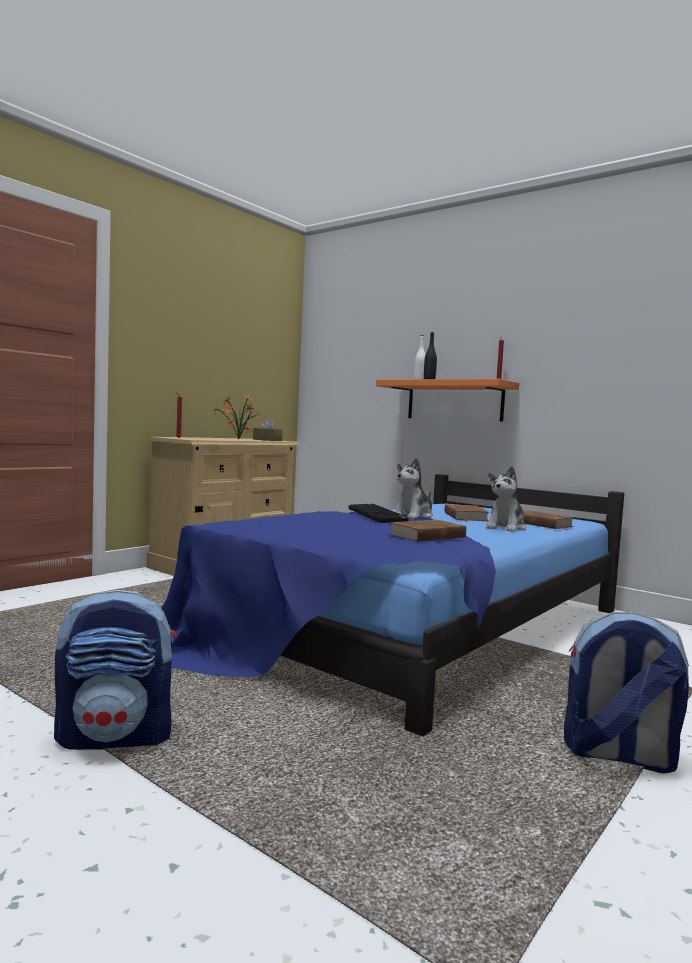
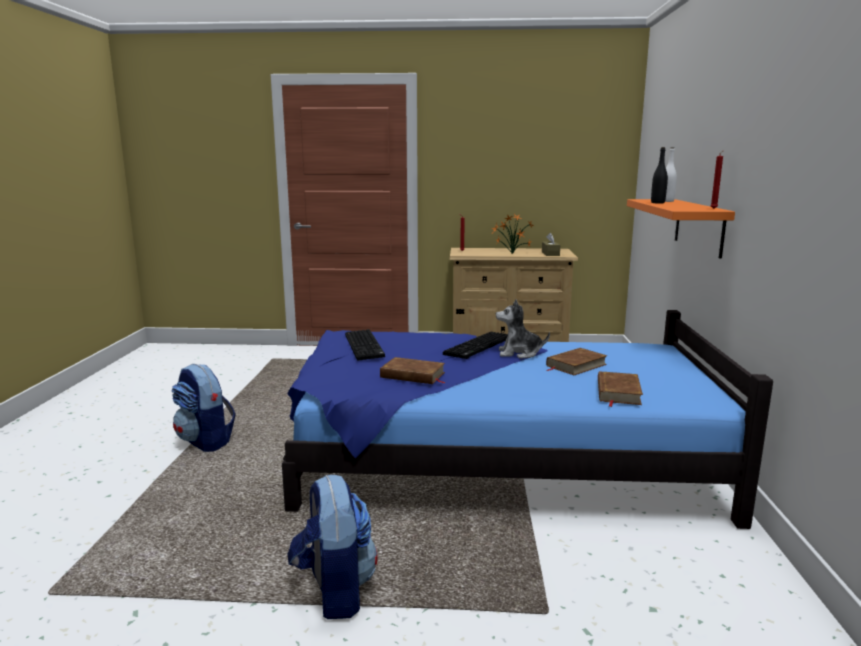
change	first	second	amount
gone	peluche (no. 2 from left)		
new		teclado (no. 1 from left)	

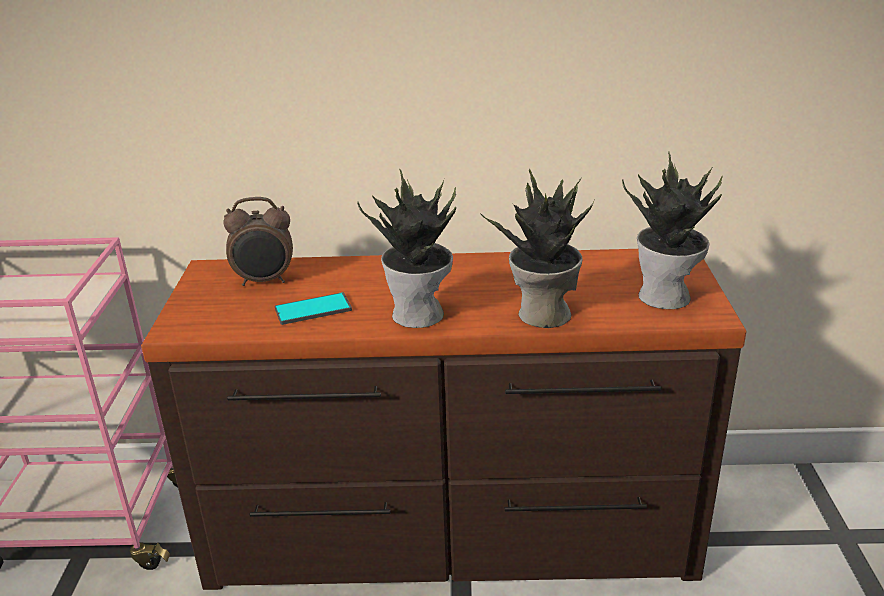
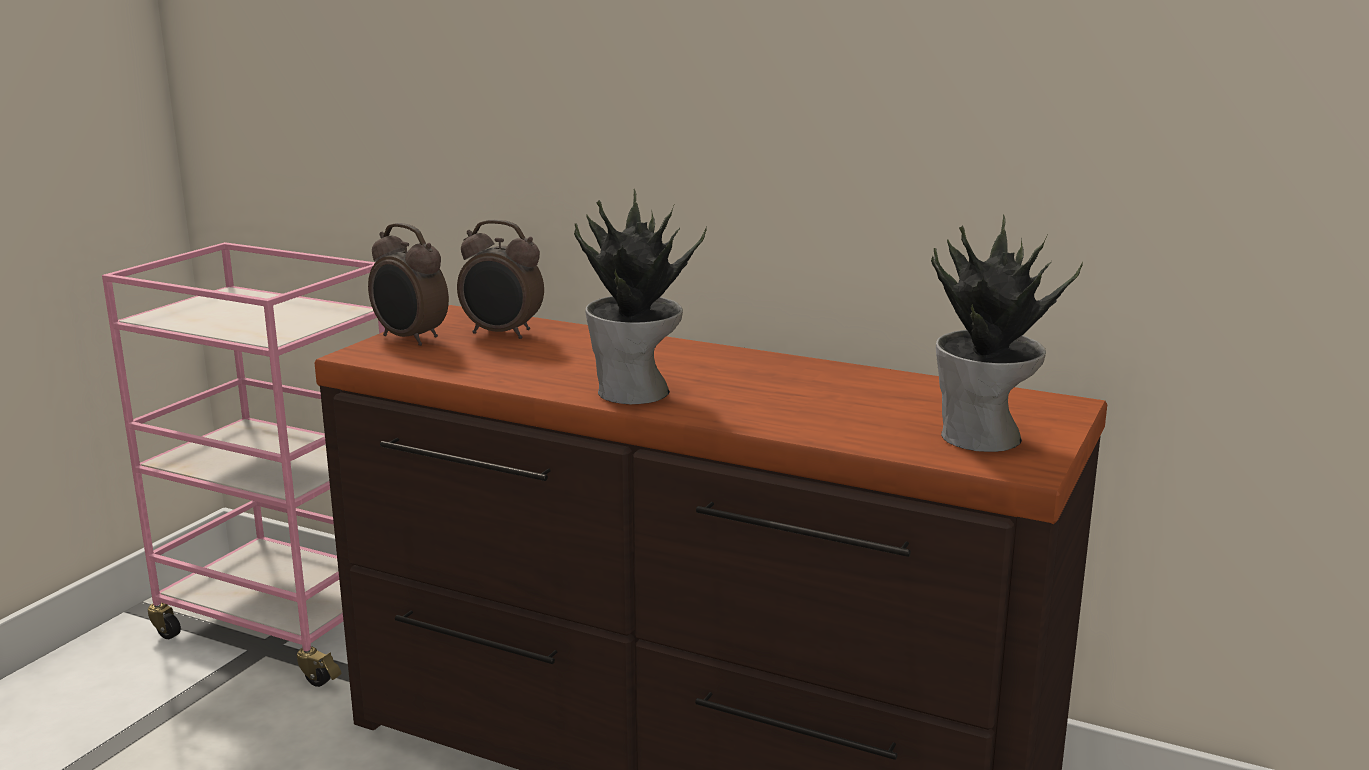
change	first	second	amount
gone	móvil		
gone	planta en maceta (no. 2 from left)		
new		despertador (no. 1 from left)	

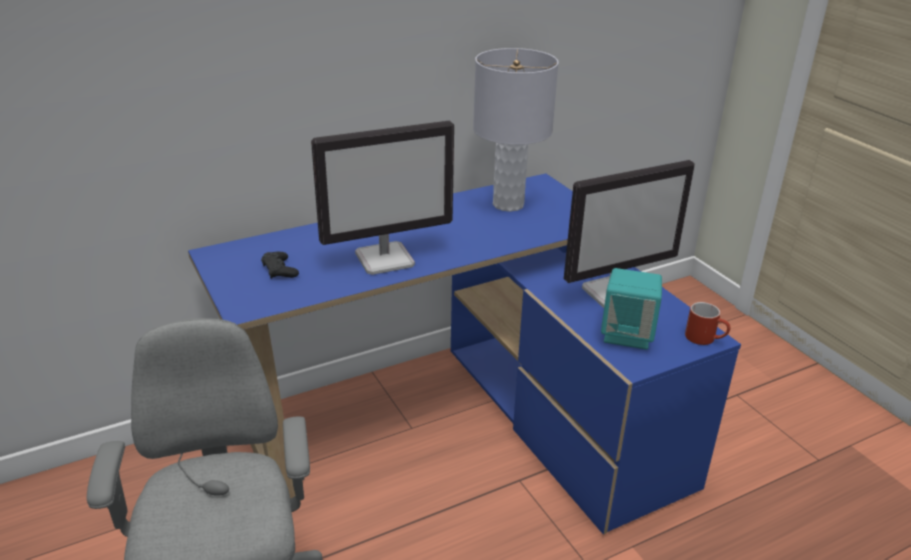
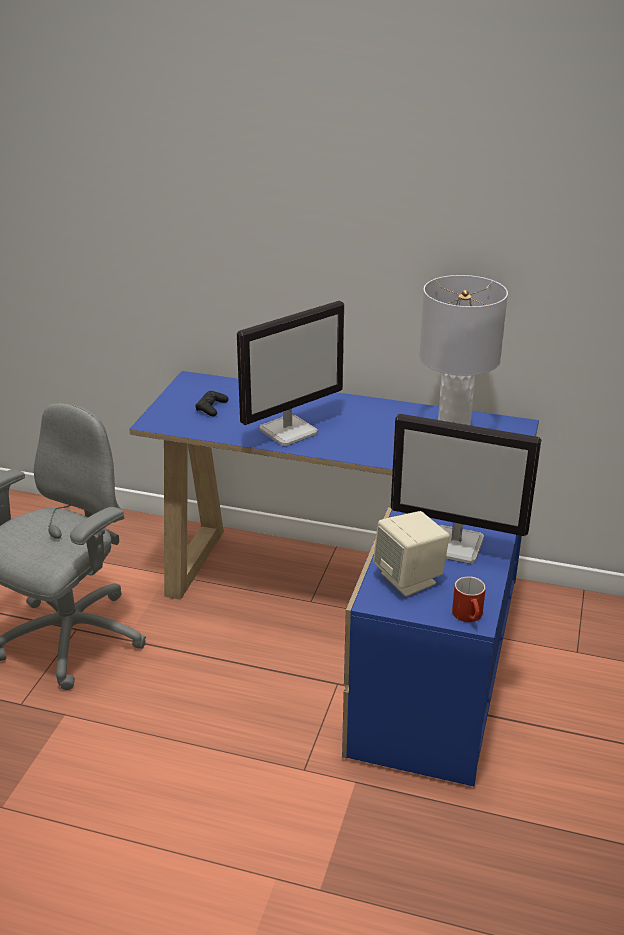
change	first	second	amount
rotated	monitor (no. 1 from left)		60 degrees counterclockwise
repainted	altavoz/turquesa	altavoz/beis	

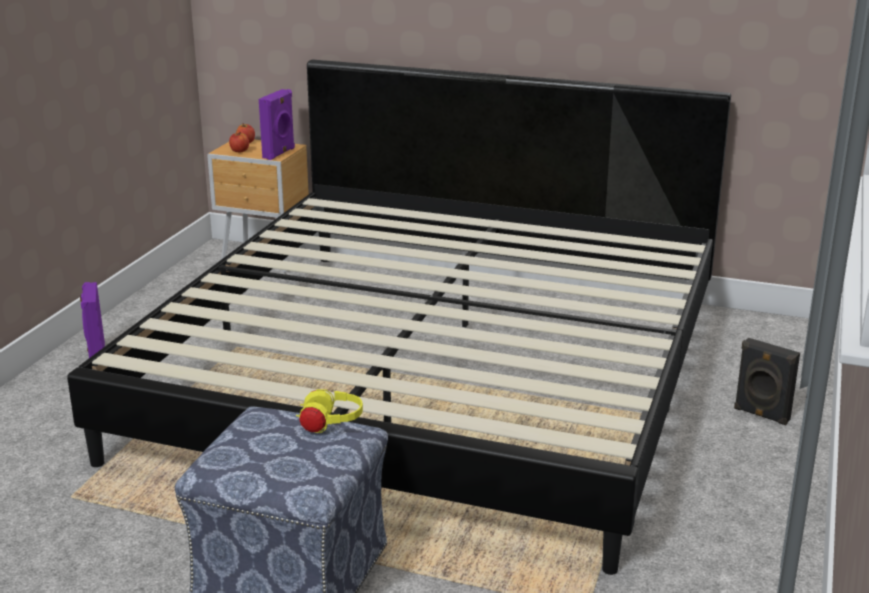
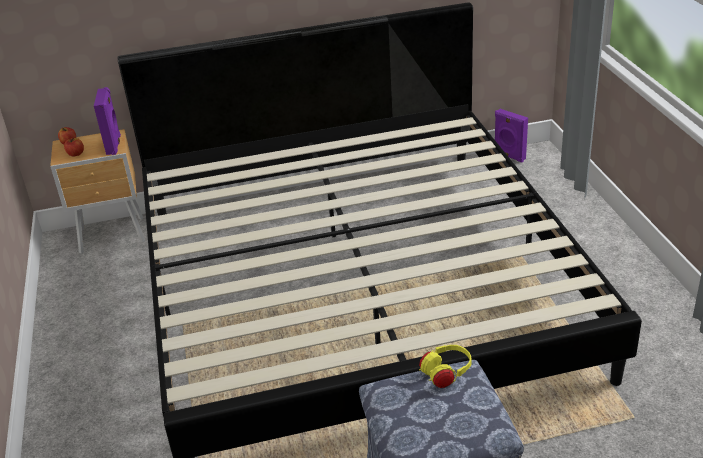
change	first	second	amount
shifted	altavoz/morado (no. 1 from left in the first image)	altavoz/morado (no. 2 from left)	
gone	altavoz/negro		

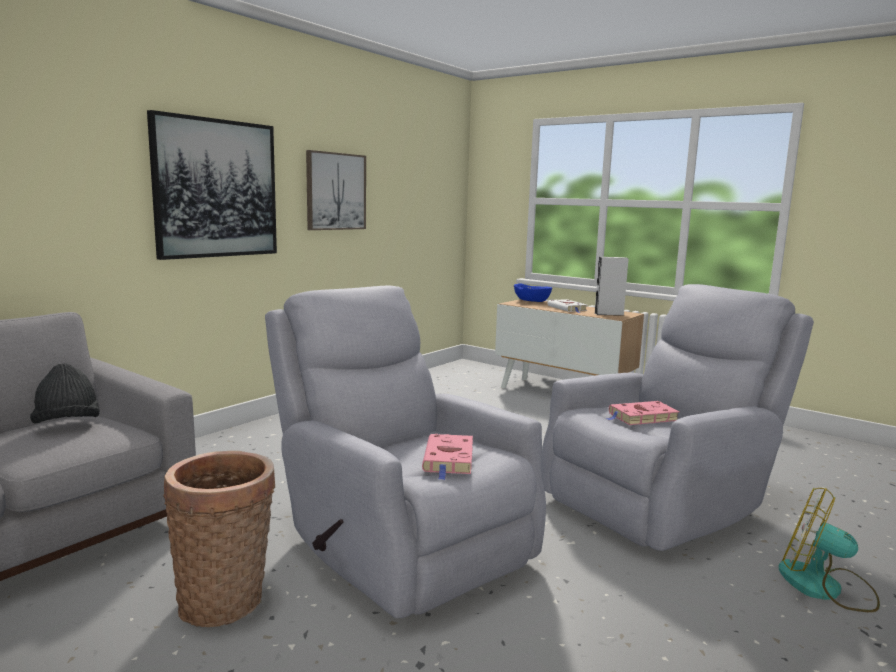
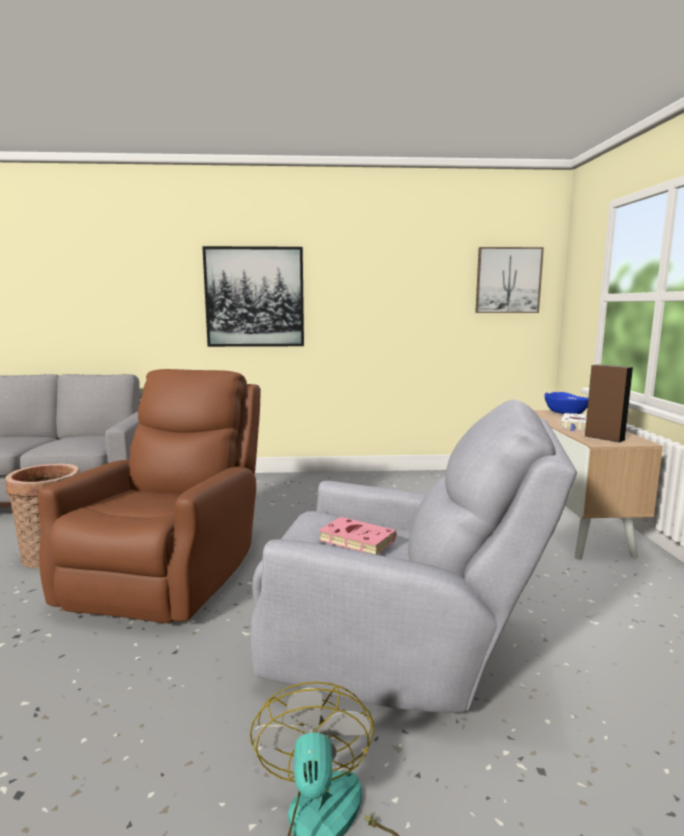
change	first	second	amount
gone	sombrero/negro		
repainted	sillón/gris (no. 1 from left)	sillón/marrón	
shifted	cuadro (no. 2 from left)		
gone	libro/rosa (no. 1 from left)		
repainted	altavoz/gris	altavoz/marrón	

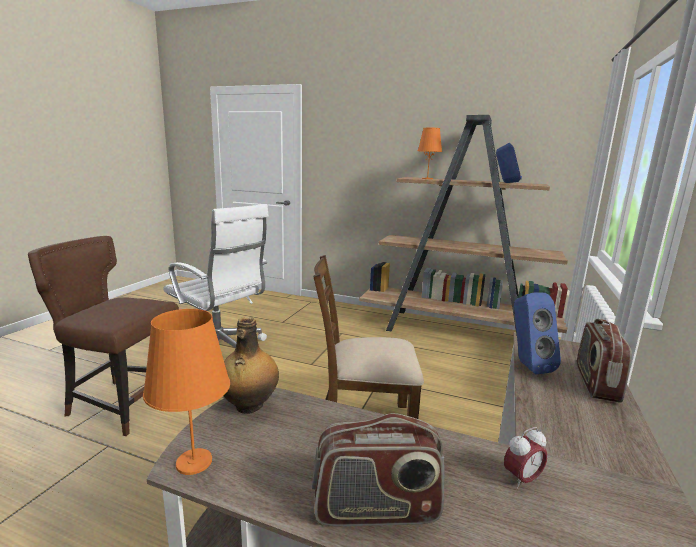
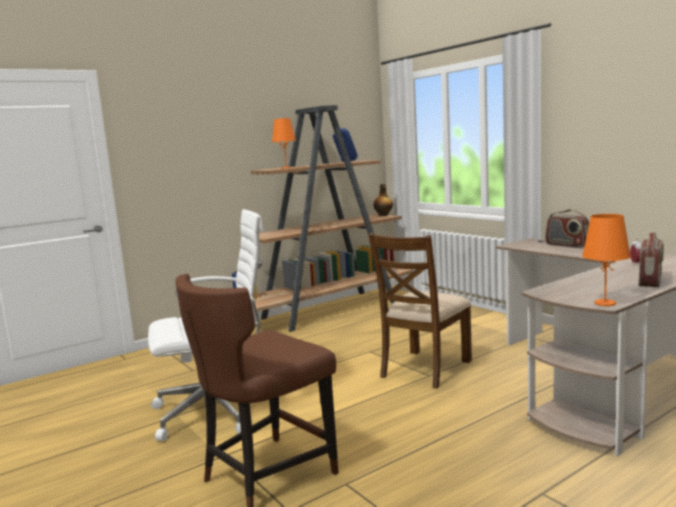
change	first	second	amount
shifted	botella		
gone	altavoz/azul (no. 2 from left)		

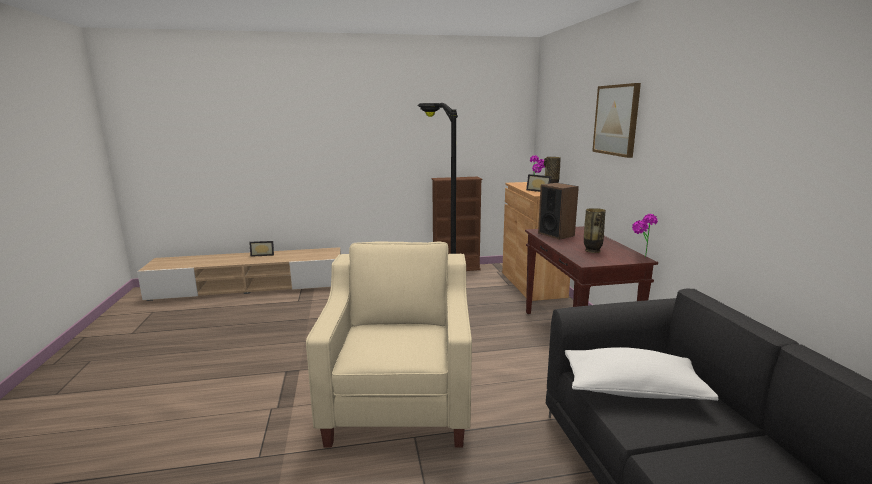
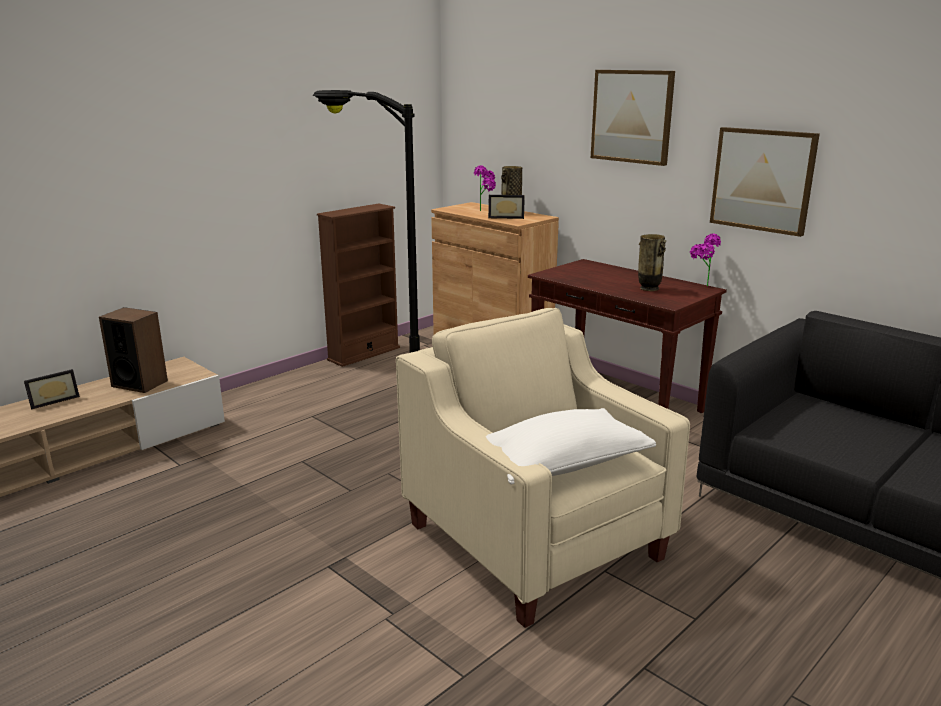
change	first	second	amount
shifted	altavoz		
shifted	cojín/blanco		
new		cuadro (no. 2 from left)	

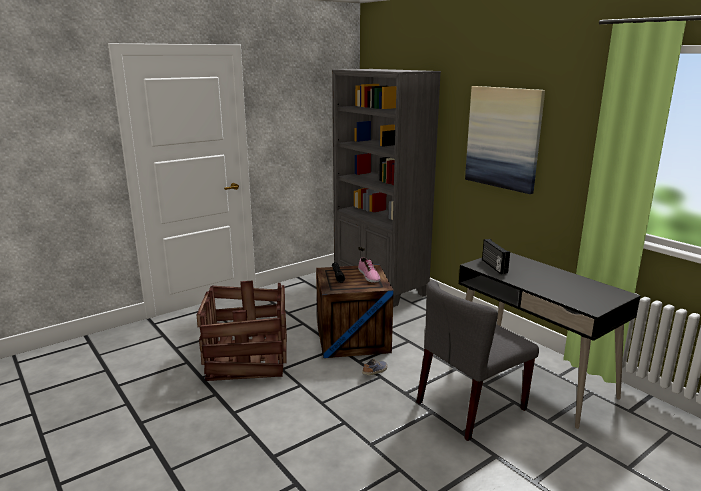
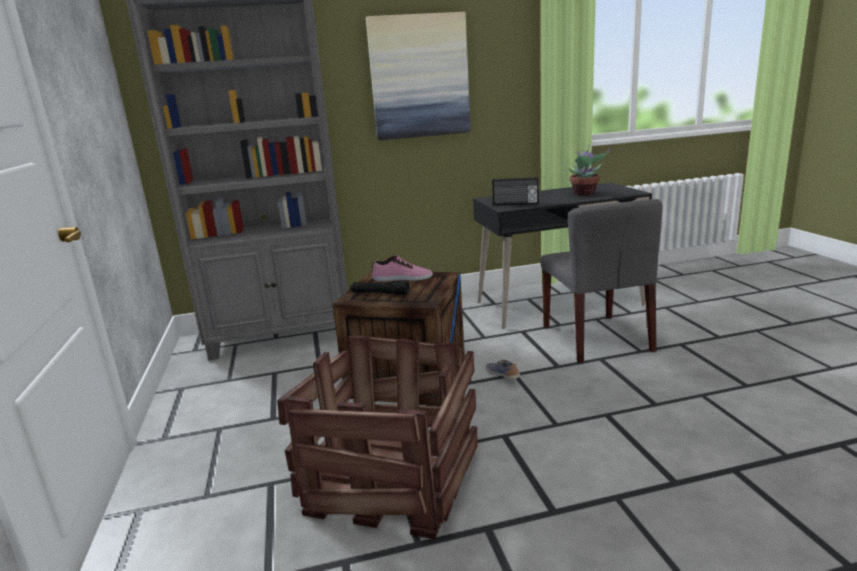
change	first	second	amount
new		planta en maceta	

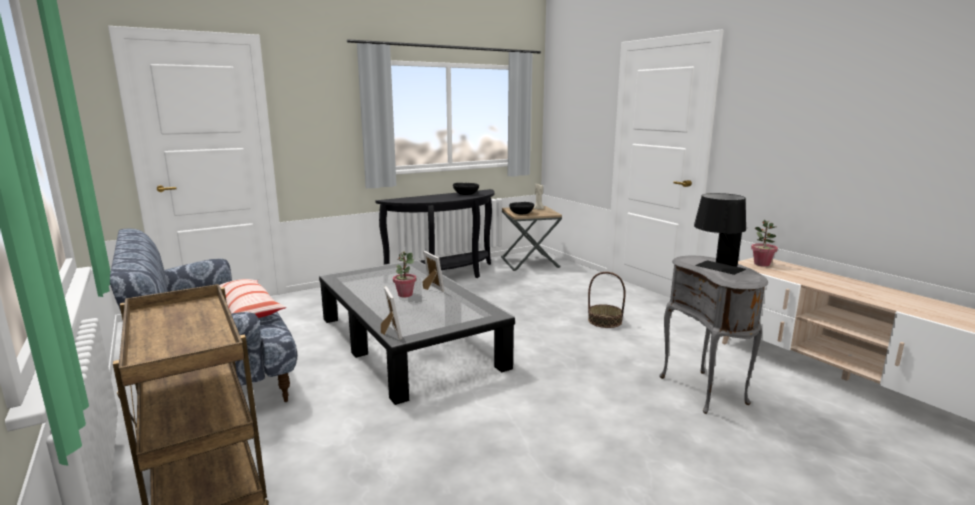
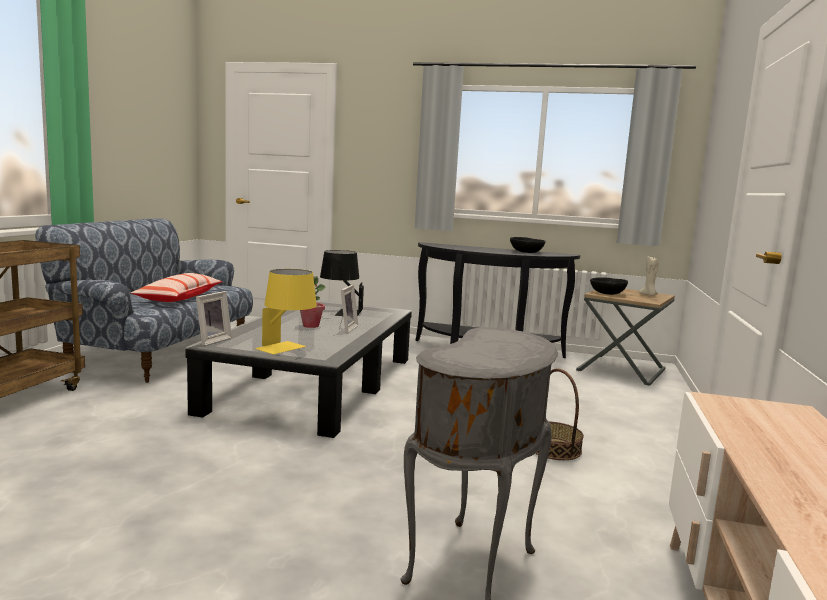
change	first	second	amount
shifted	lámpara de mesa/negro		
gone	planta en maceta (no. 2 from left)		
new		lámpara de mesa/amarillo	

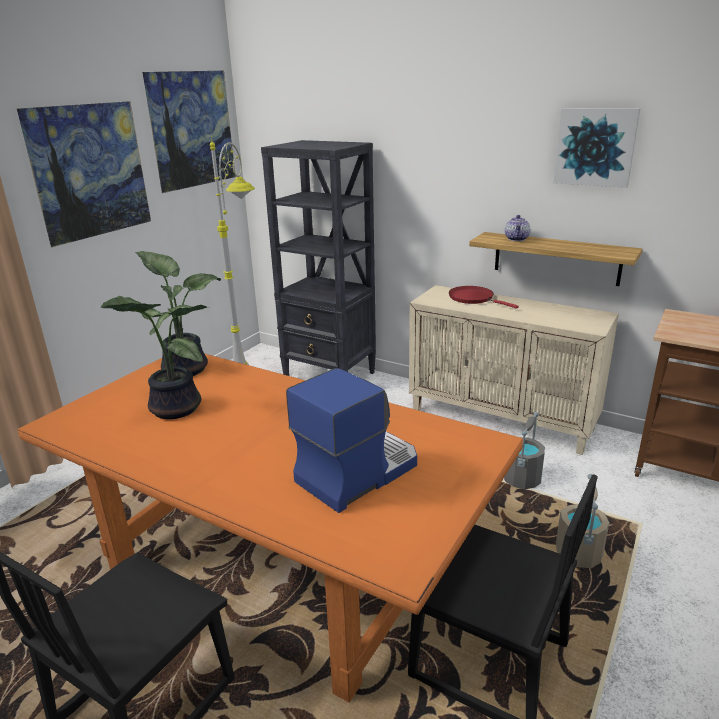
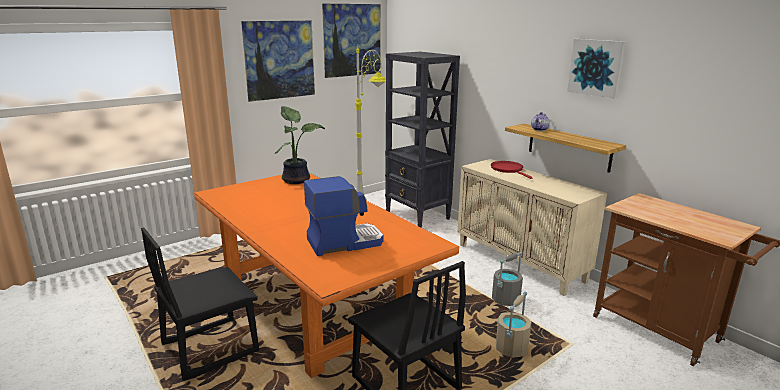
change	first	second	amount
gone	planta en maceta (no. 1 from left)		

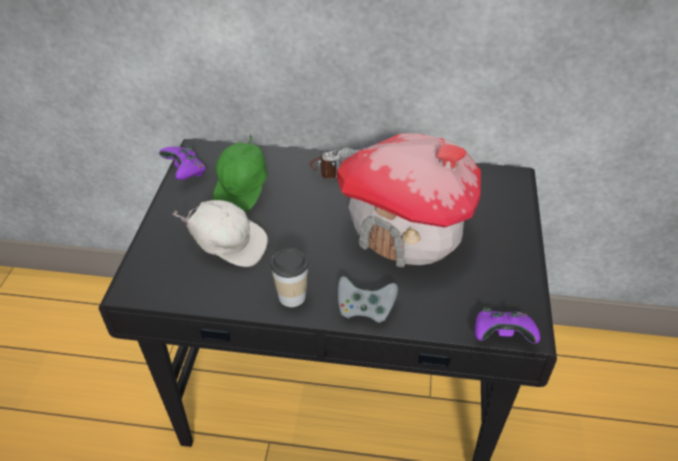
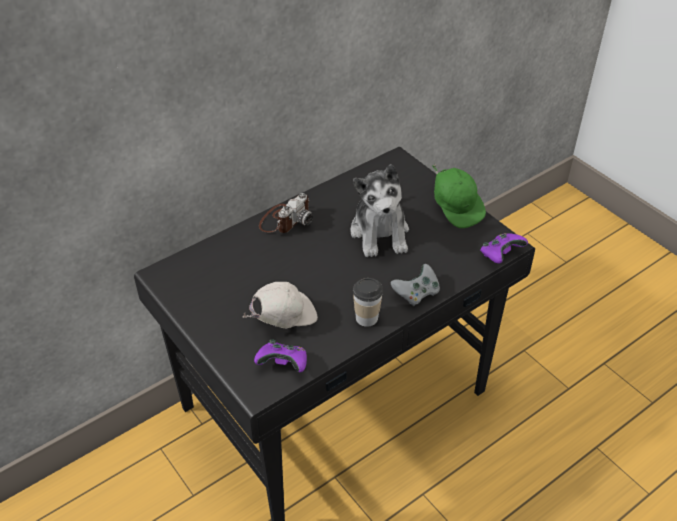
change	first	second	amount
shifted	mando de consola/morado (no. 1 from left)		
shifted	gorra/verde		
swapped	casita	peluche	

